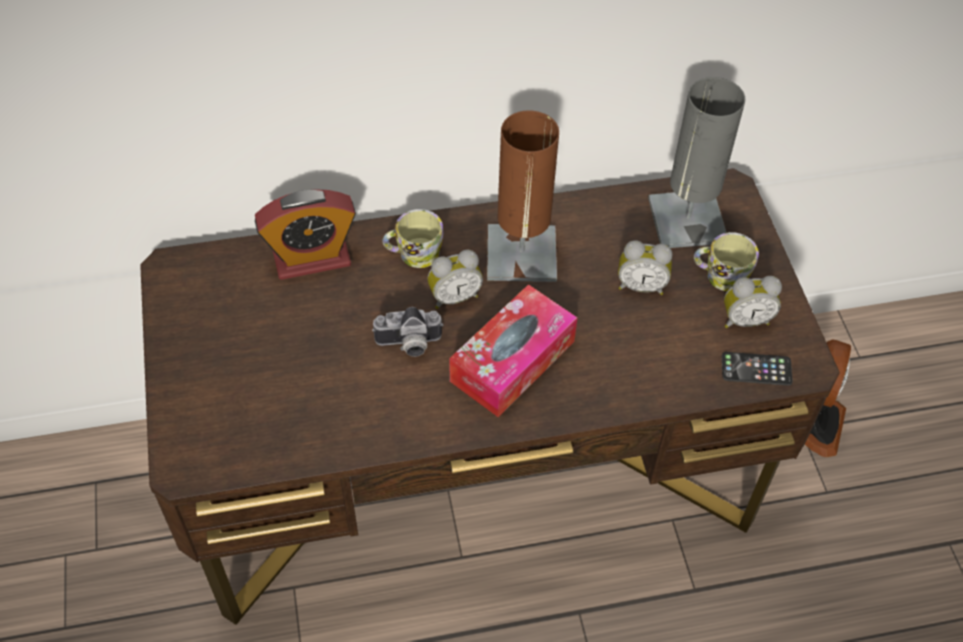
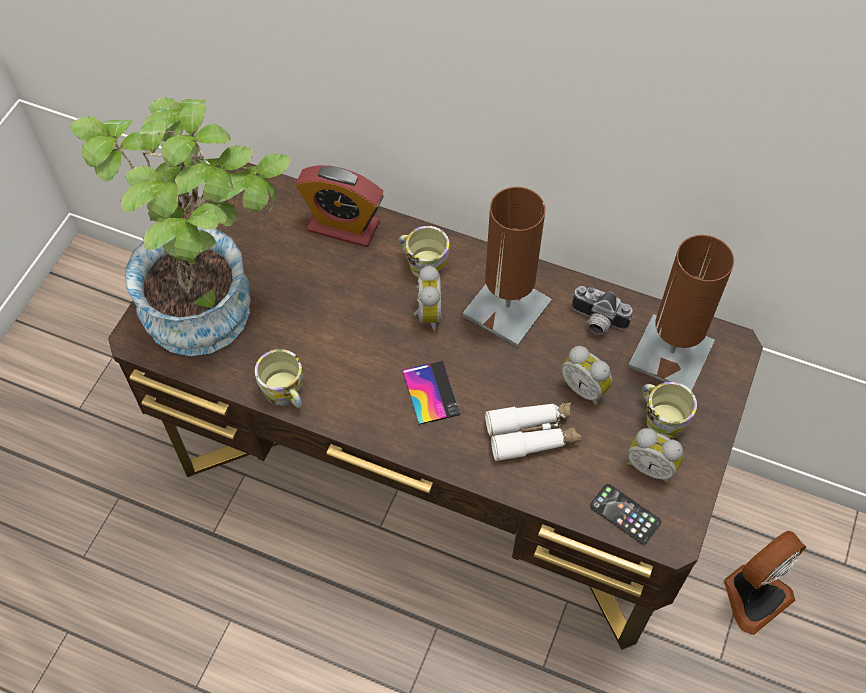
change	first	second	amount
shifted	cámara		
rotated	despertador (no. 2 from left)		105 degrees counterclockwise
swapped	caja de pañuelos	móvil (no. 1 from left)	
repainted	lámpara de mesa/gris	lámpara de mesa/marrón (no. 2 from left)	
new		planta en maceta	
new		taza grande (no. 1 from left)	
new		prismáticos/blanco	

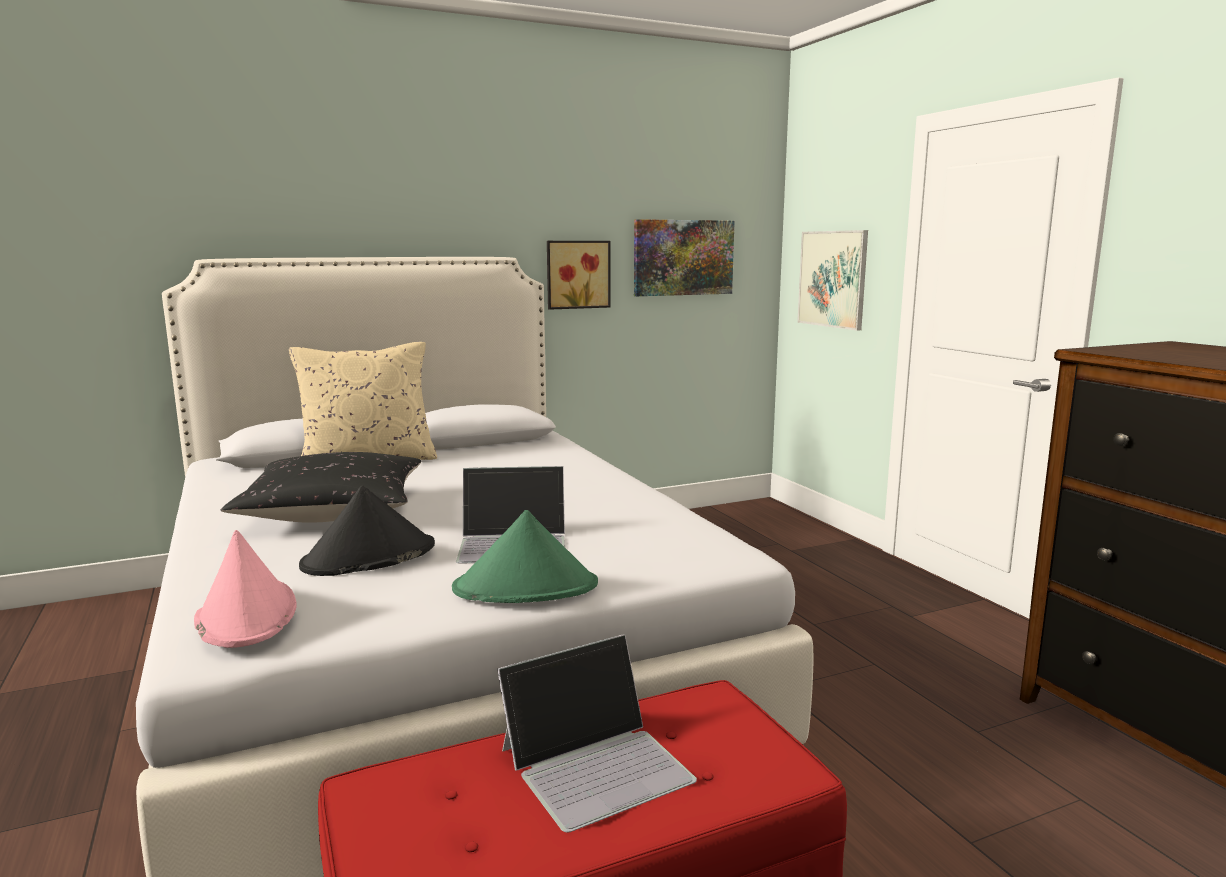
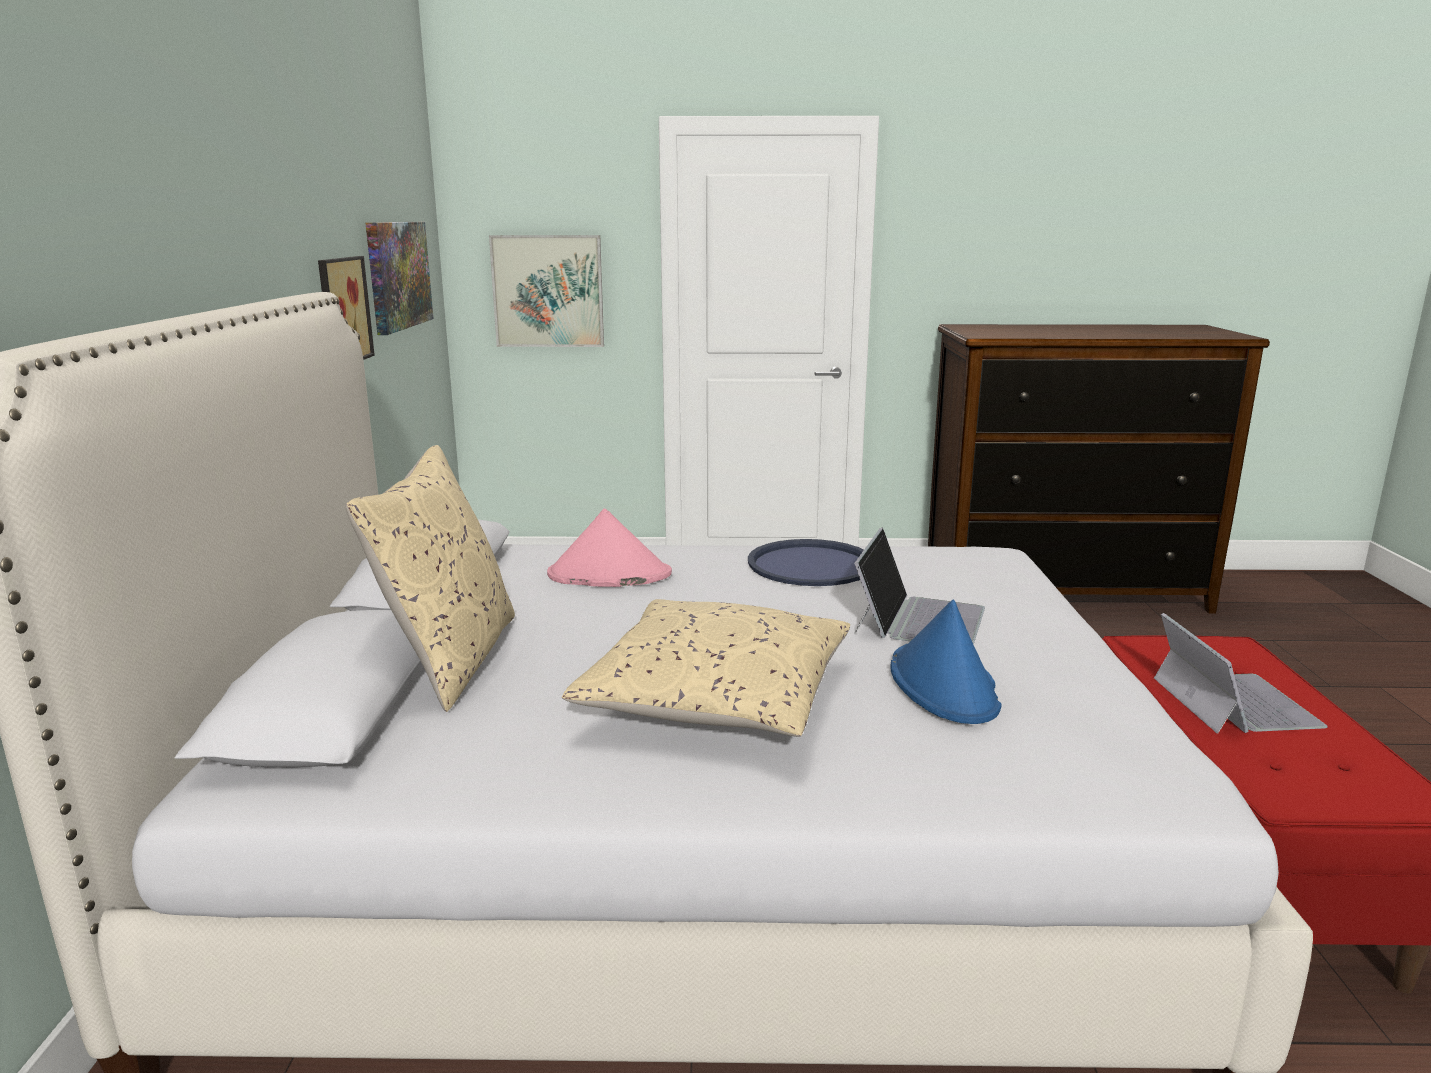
change	first	second	amount
shifted	sombrero/rosa		
repainted	cojín/negro	cojín/beis (no. 2 from left)	
repainted	sombrero/negro	sombrero/azul	
gone	sombrero/verde		
new		bandeja/azul	

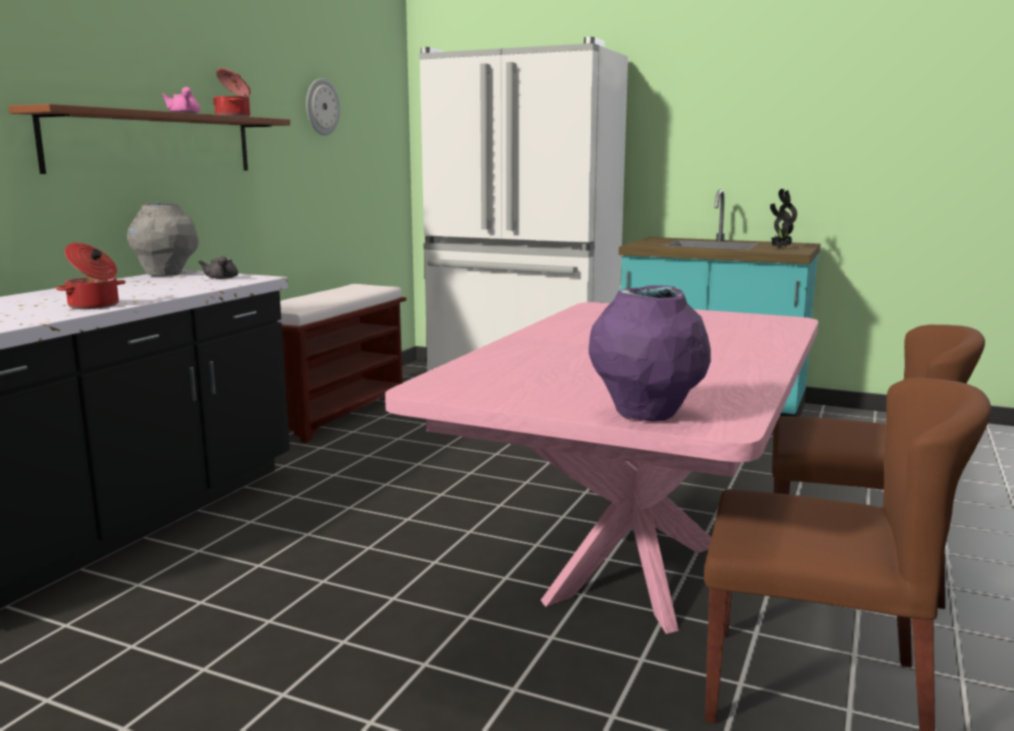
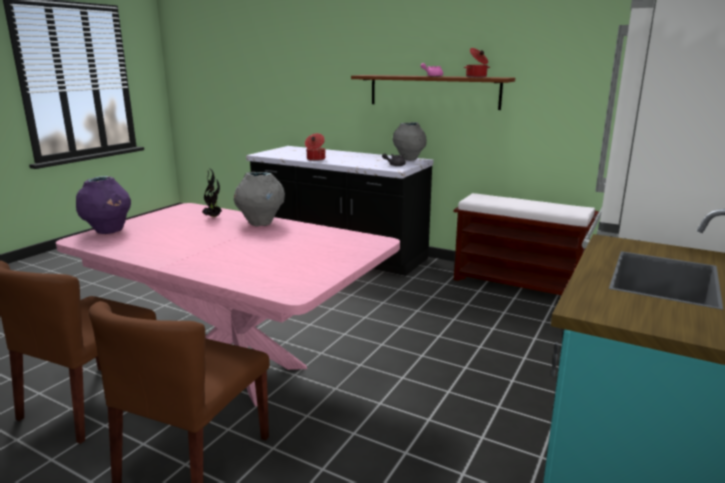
change	first	second	amount
gone	reloj de pared		
shifted	planta en maceta		
new		florero/gris (no. 1 from left)	

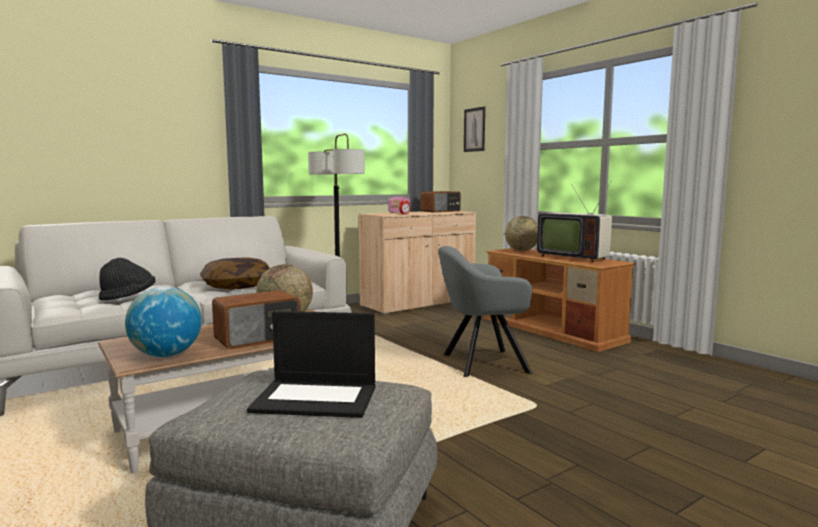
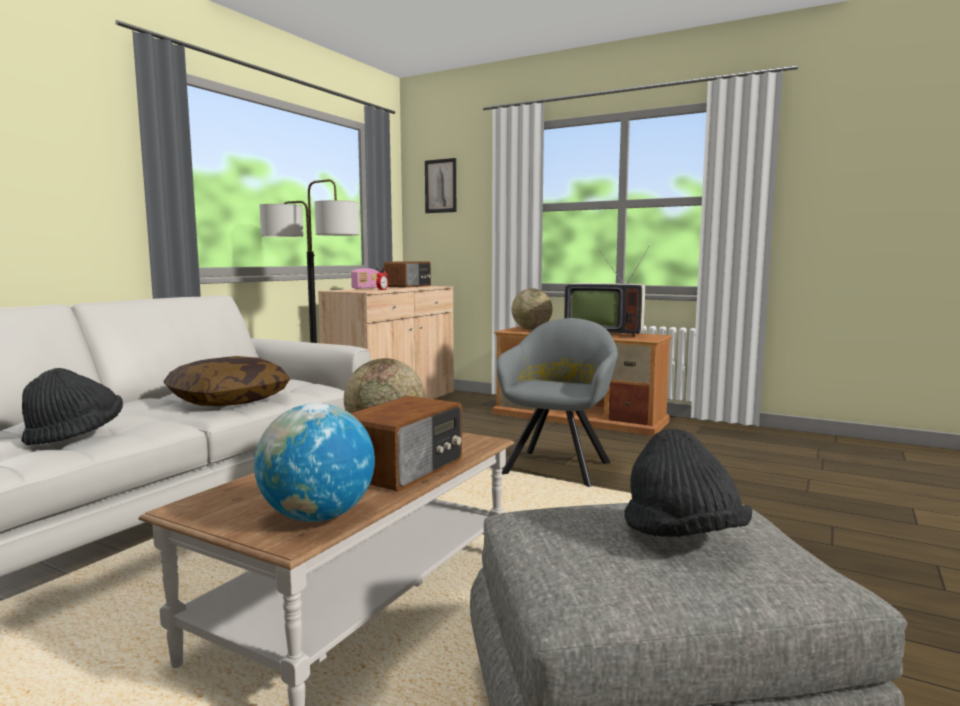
change	first	second	amount
swapped	portátil	sombrero/negro (no. 2 from left)	
rotated	sillón/gris		150 degrees clockwise

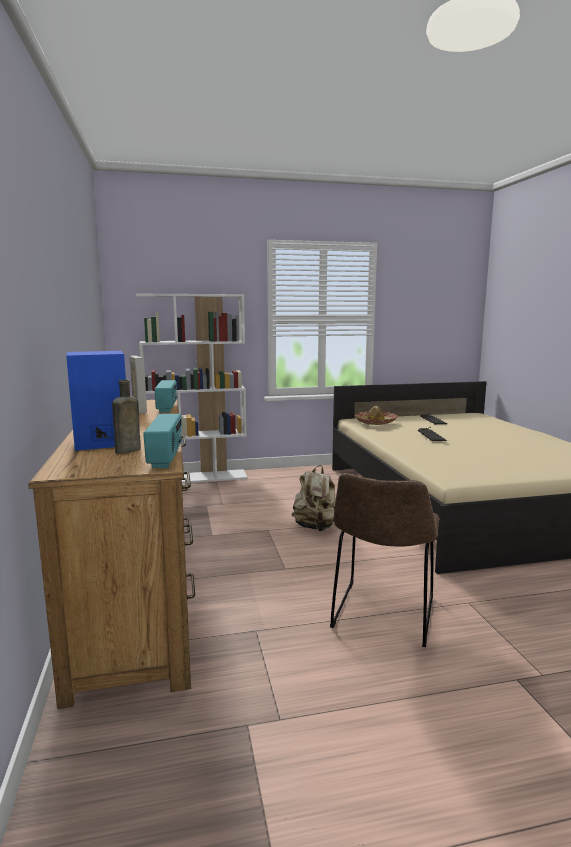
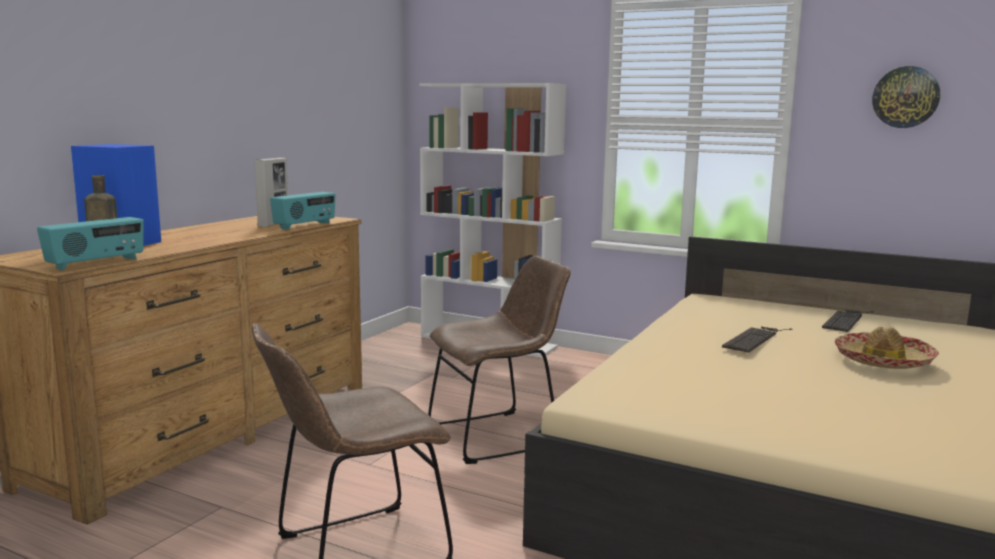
change	first	second	amount
swapped	mochila/beis	silla/marrón (no. 2 from left)	
shifted	sombrero		
new		reloj de pared	

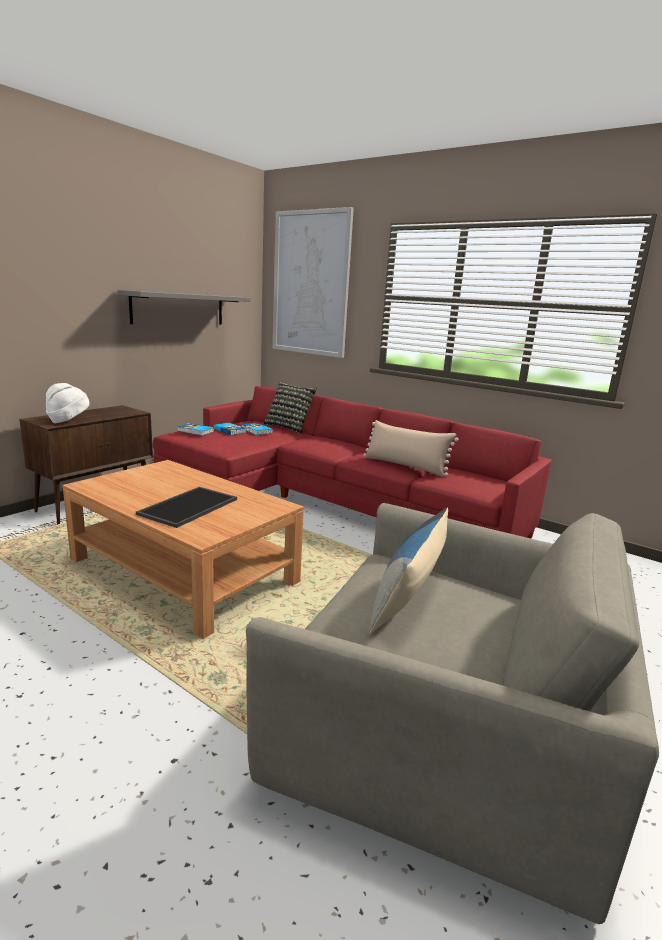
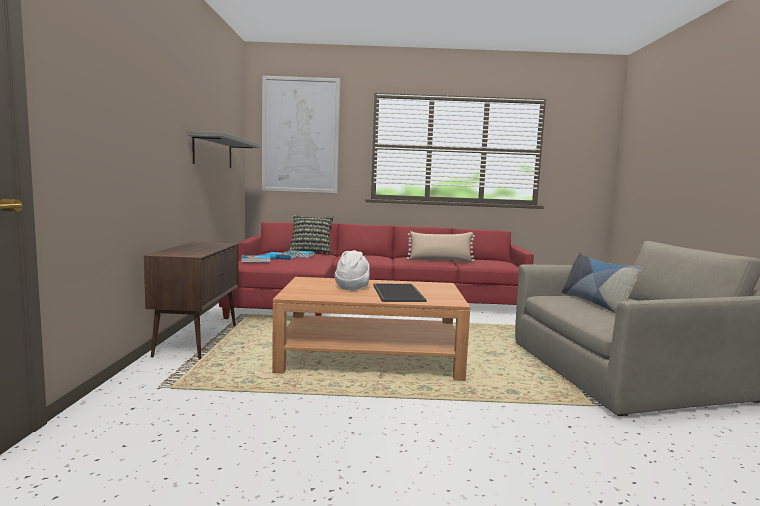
change	first	second	amount
shifted	sombrero/blanco		

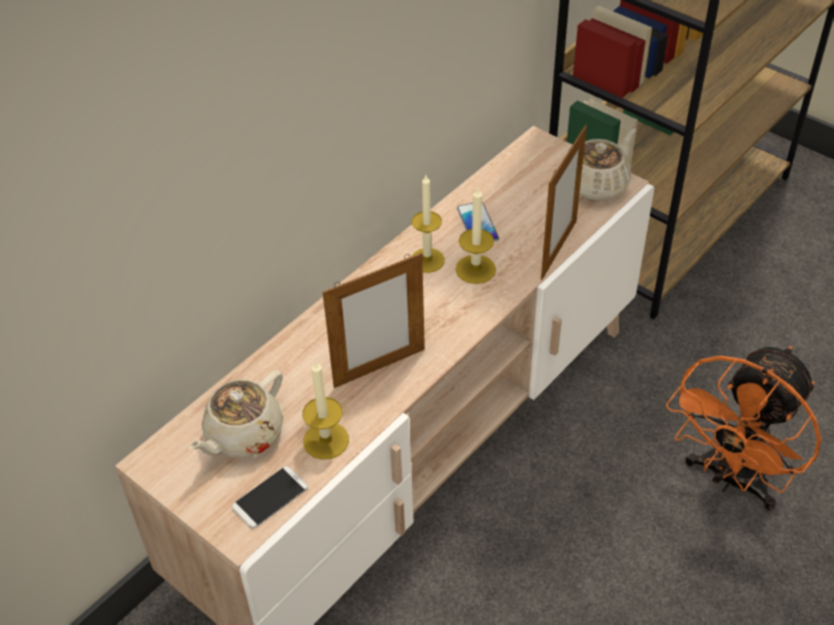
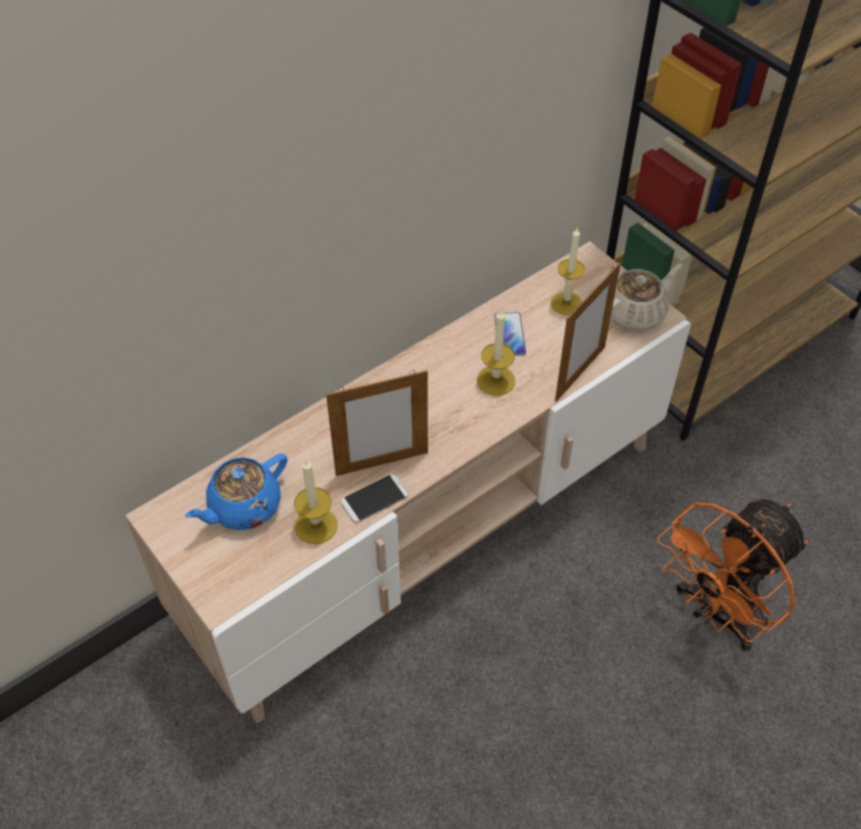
change	first	second	amount
repainted	tetera/beis (no. 1 from left)	tetera/azul	
shifted	móvil (no. 1 from left)		
shifted	vela (no. 2 from left in the first image)	vela (no. 3 from left)	

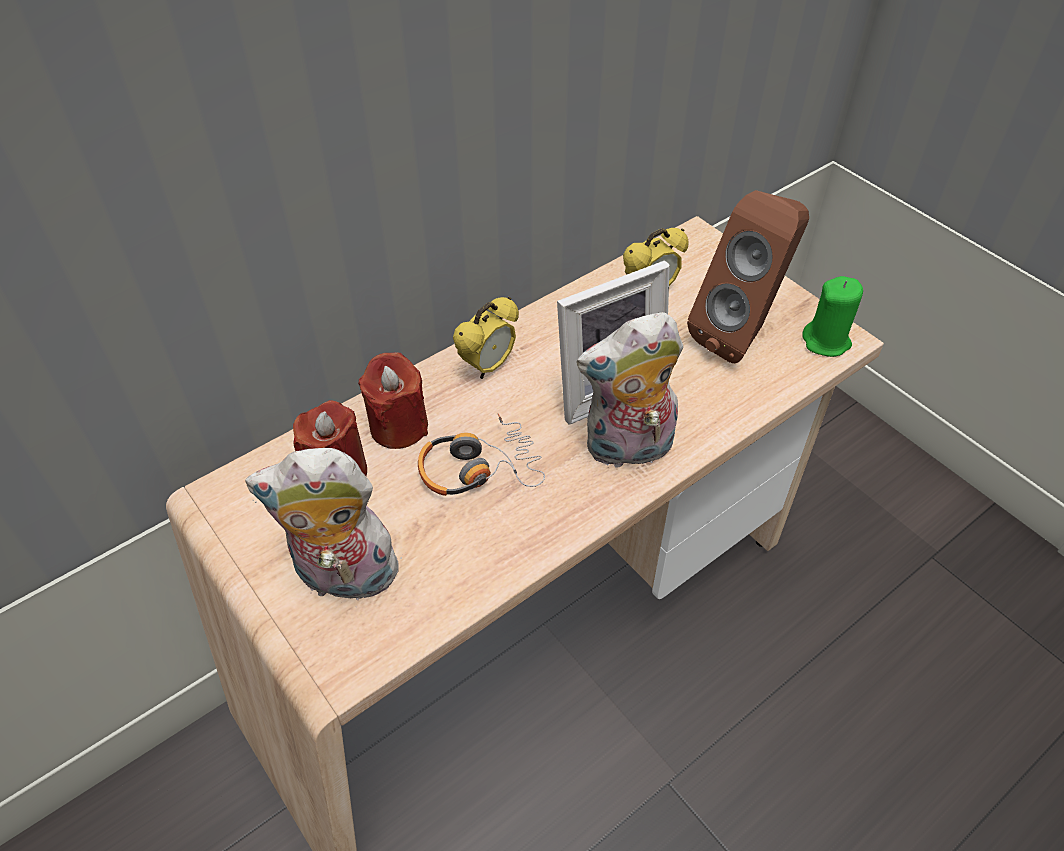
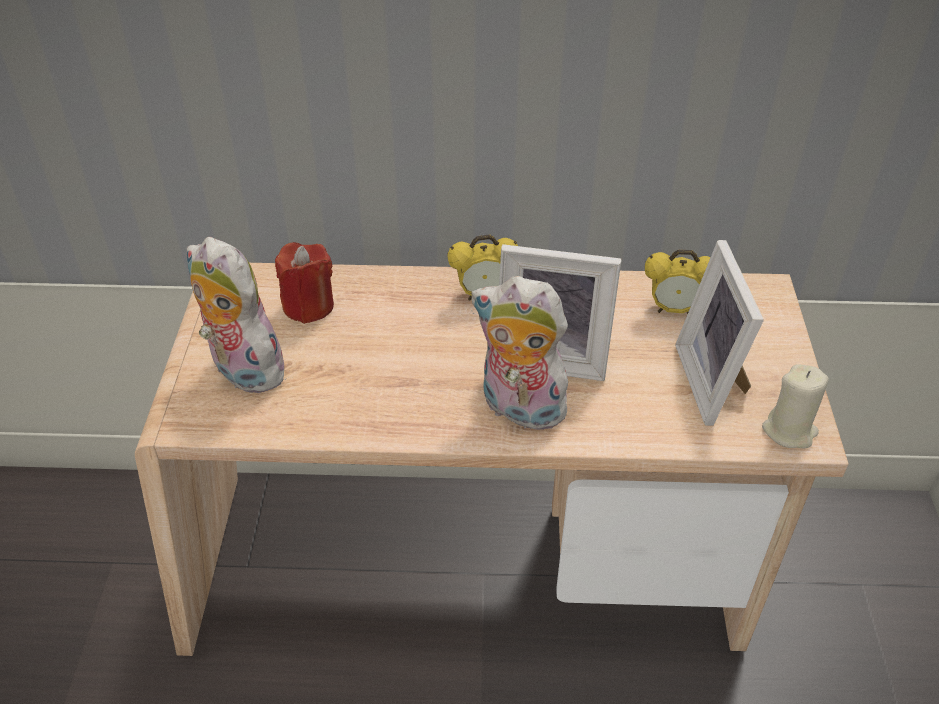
change	first	second	amount
gone	vela/rojo (no. 2 from left)		
gone	auriculares		
swapped	altavoz/marrón	portarretratos (no. 2 from left)	
repainted	vela/verde	vela/beis	

